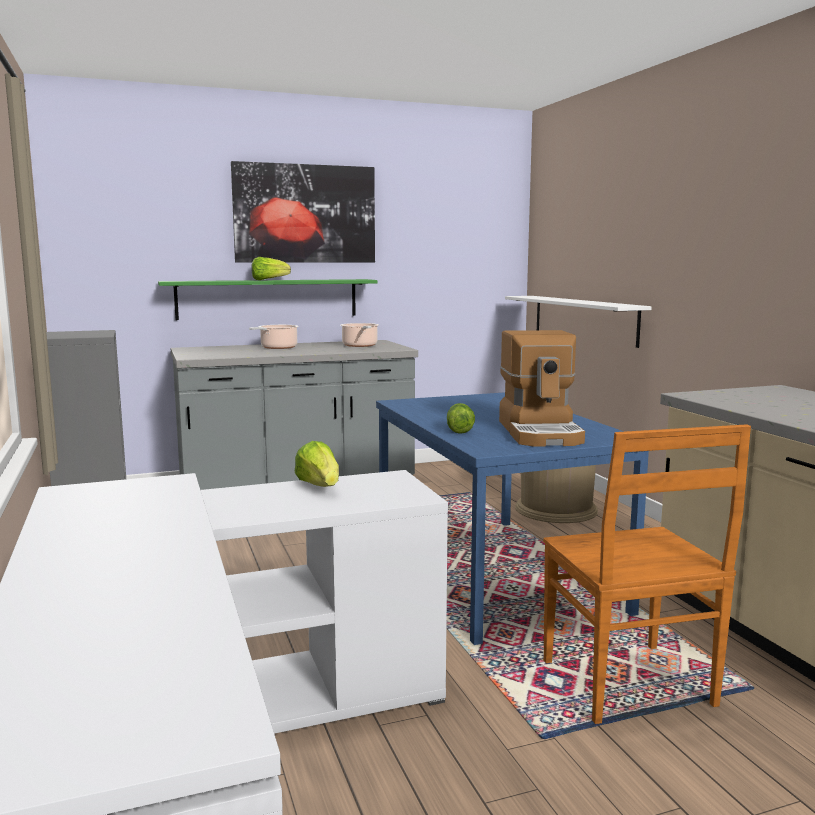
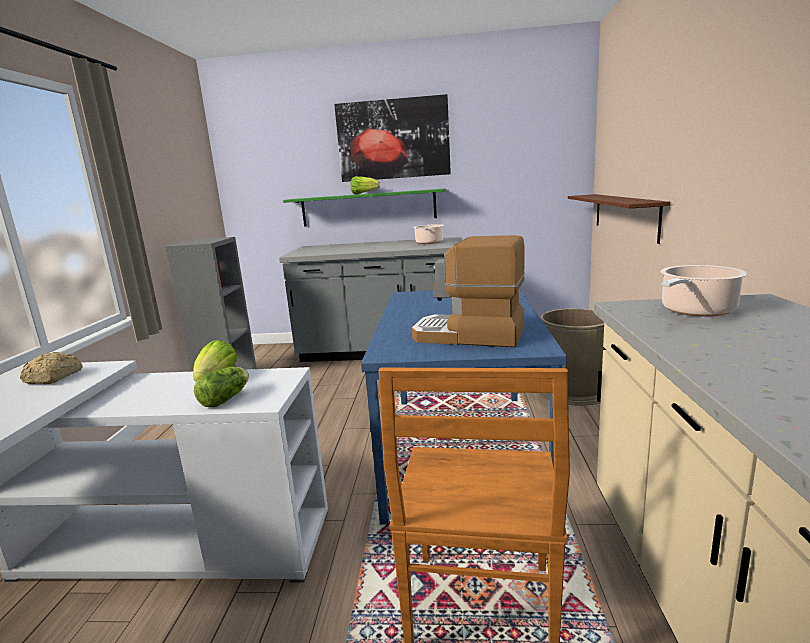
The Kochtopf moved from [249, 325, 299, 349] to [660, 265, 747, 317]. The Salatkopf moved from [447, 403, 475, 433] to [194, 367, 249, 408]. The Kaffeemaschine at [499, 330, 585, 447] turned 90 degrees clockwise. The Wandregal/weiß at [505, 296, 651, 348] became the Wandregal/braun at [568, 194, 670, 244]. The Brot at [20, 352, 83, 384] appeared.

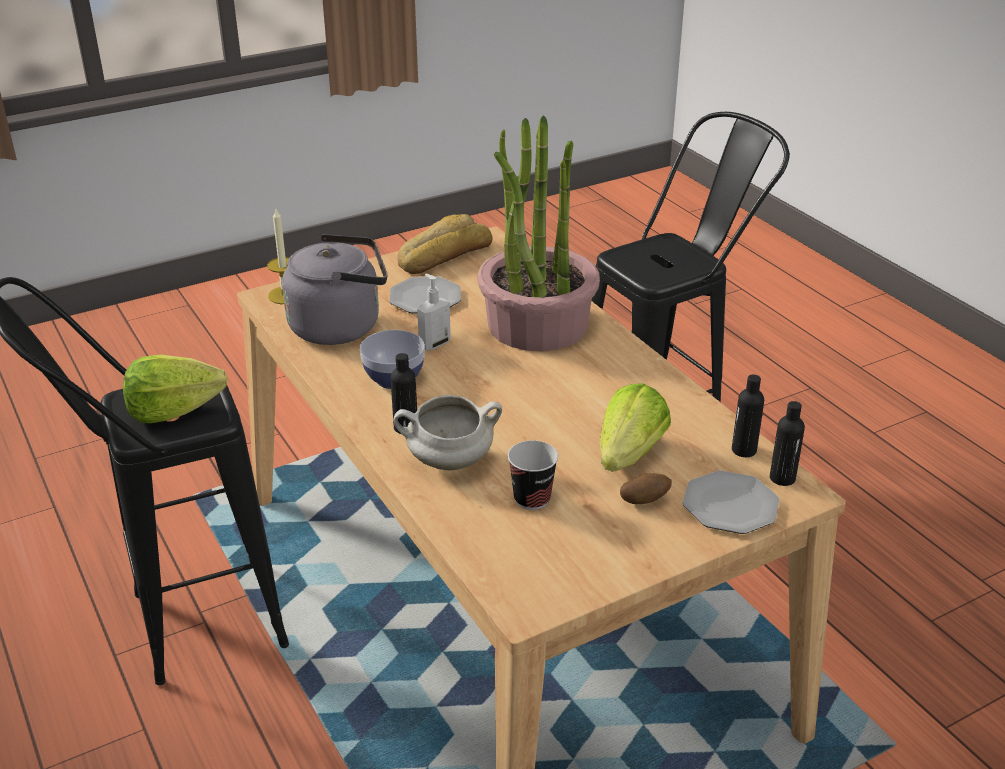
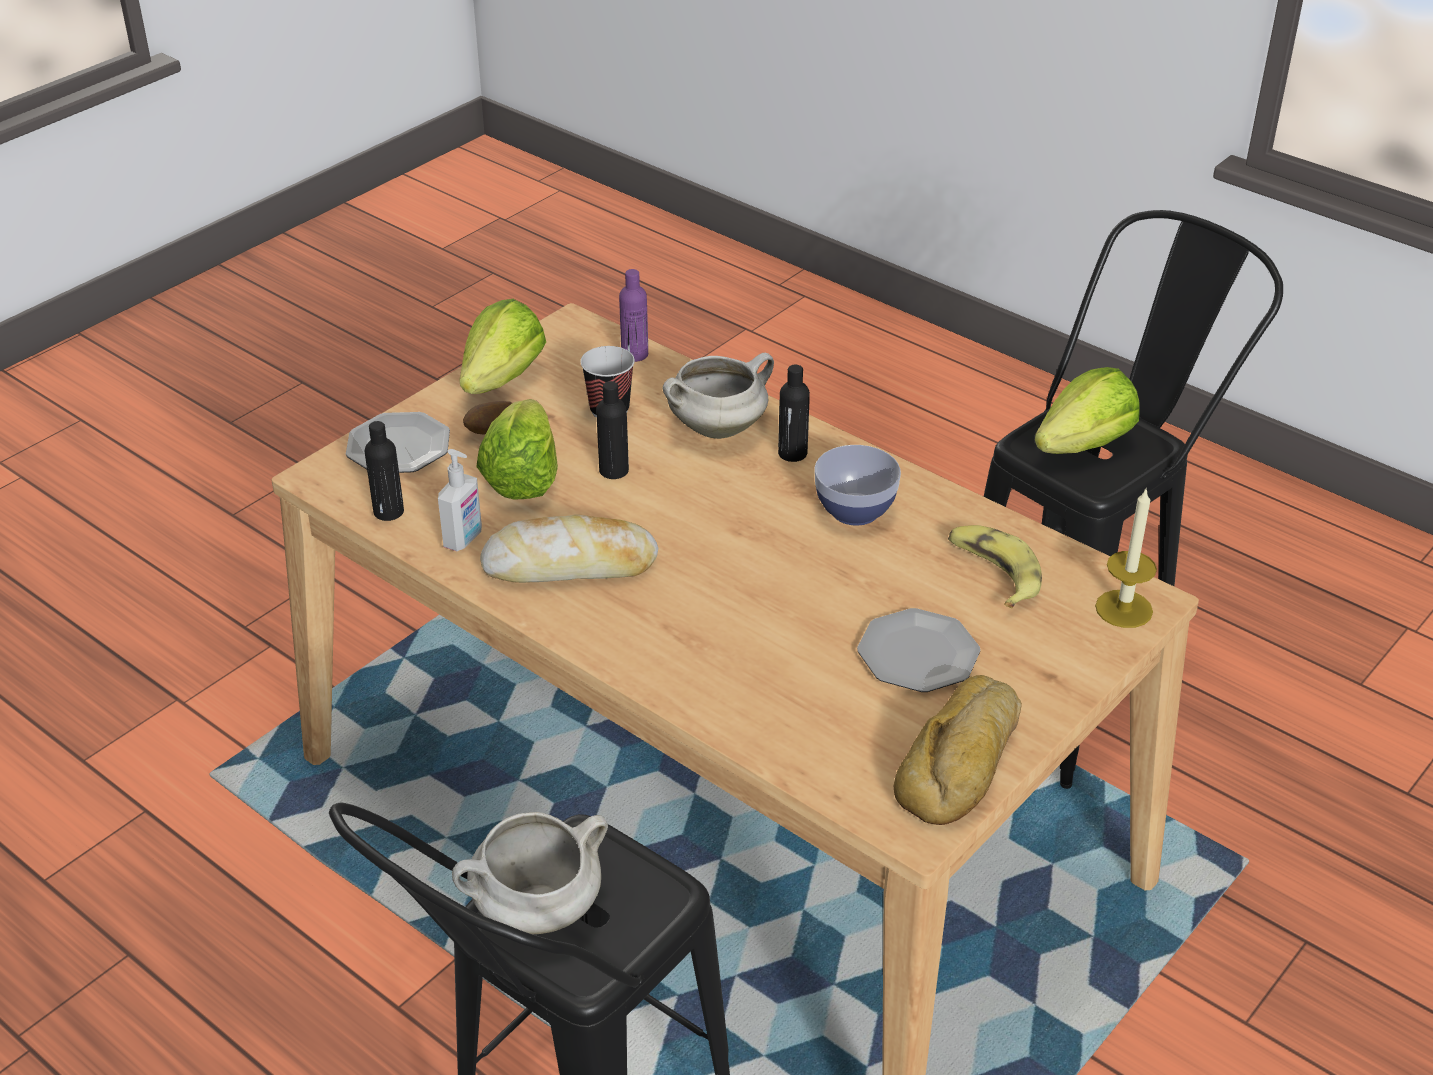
The Wasserkessel/grau at [282, 234, 388, 345] was replaced by the Banane at [948, 525, 1042, 608]. The Seifenspender moved from [417, 274, 451, 350] to [438, 449, 482, 551]. The Topfpflanze at [477, 115, 600, 351] disappeared. The Flasche/schwarz moved from [770, 401, 805, 486] to [596, 381, 629, 479]. The Kochtopf/weiß at [452, 812, 608, 934] appeared. The Salatkopf at [459, 299, 546, 394] appeared. The Brot at [480, 515, 658, 583] appeared. The Flasche/lila at [619, 269, 648, 362] appeared.

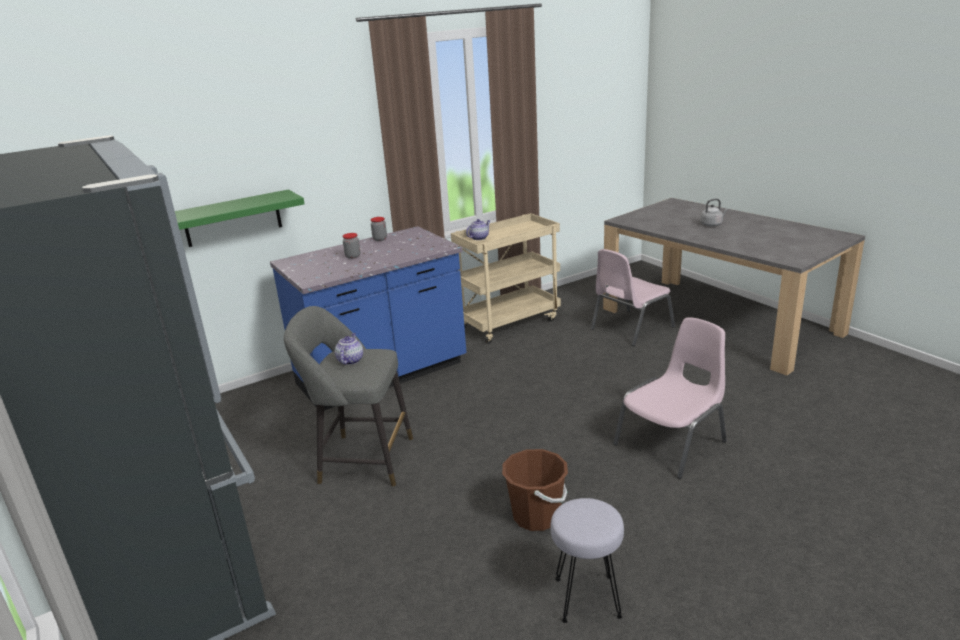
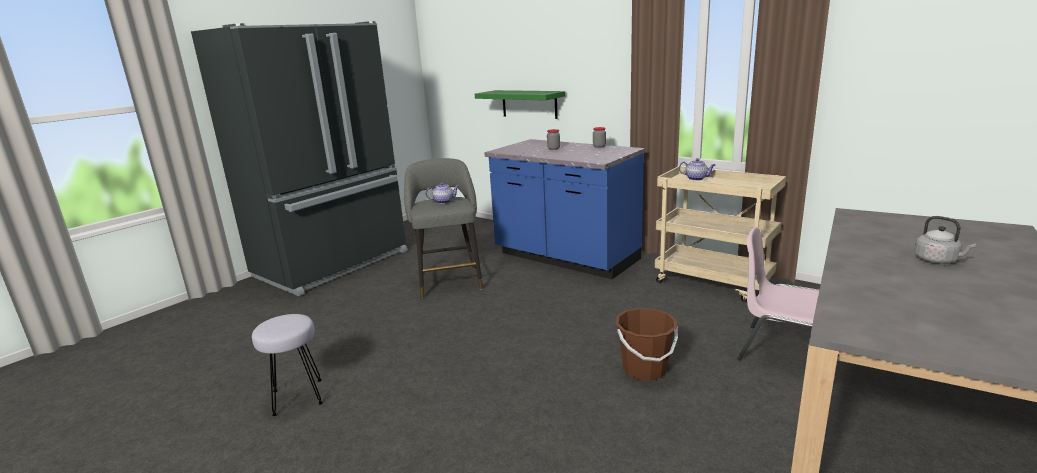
The Eimer/braun moved from [502, 449, 568, 531] to [615, 308, 678, 381]. The Stuhl/rosa at [613, 317, 727, 479] disappeared.

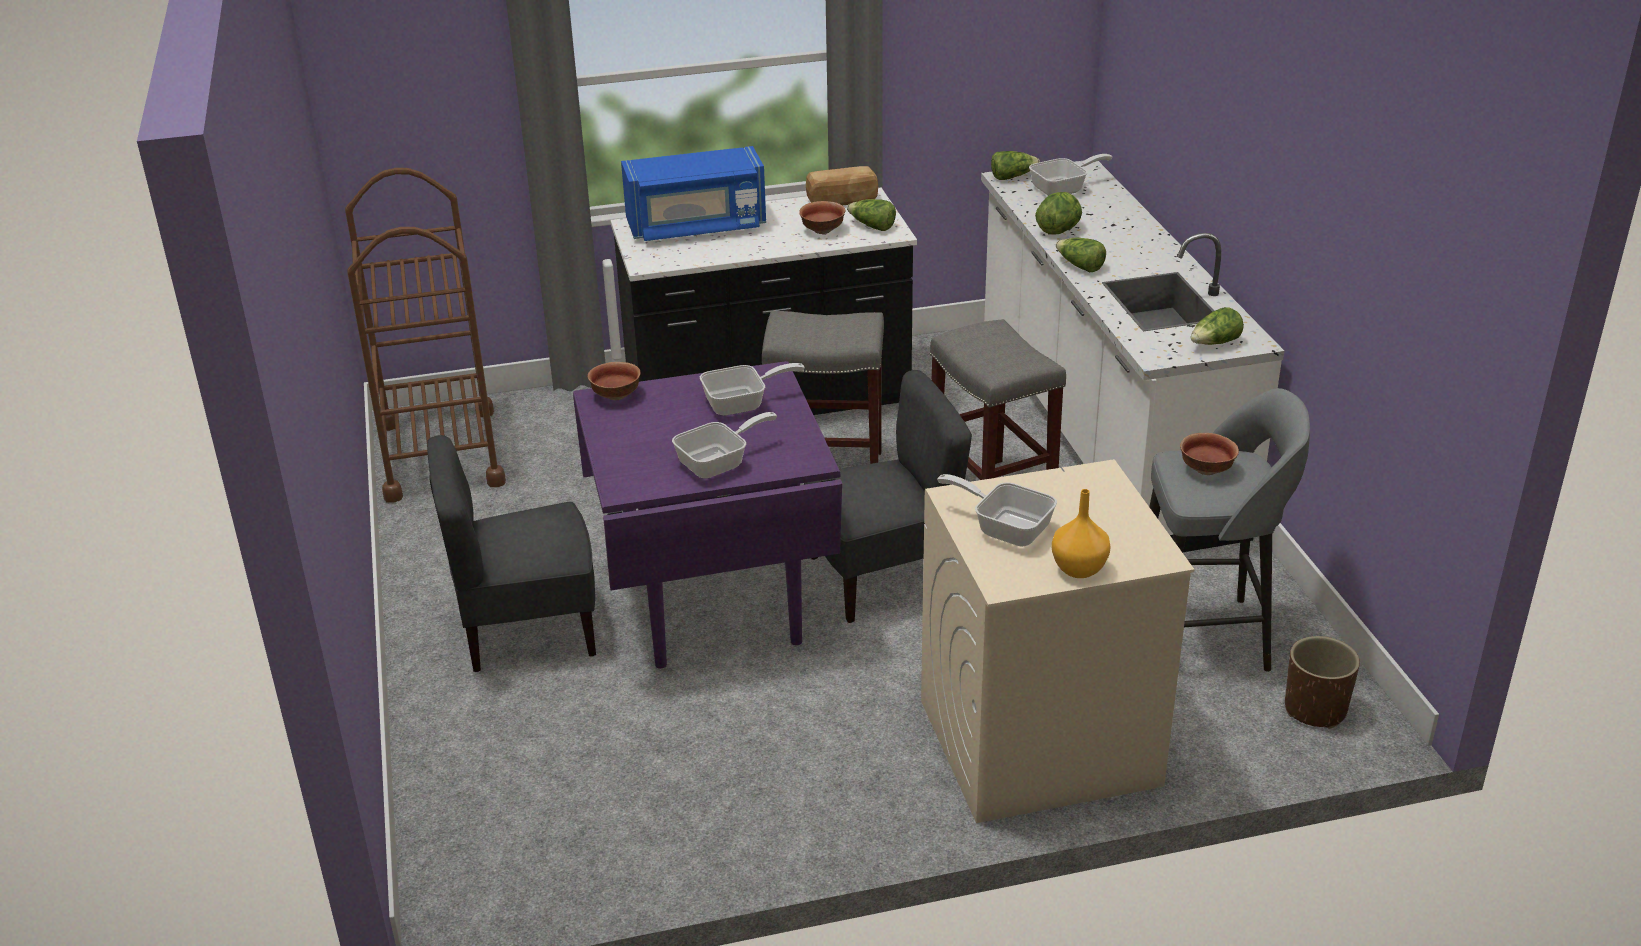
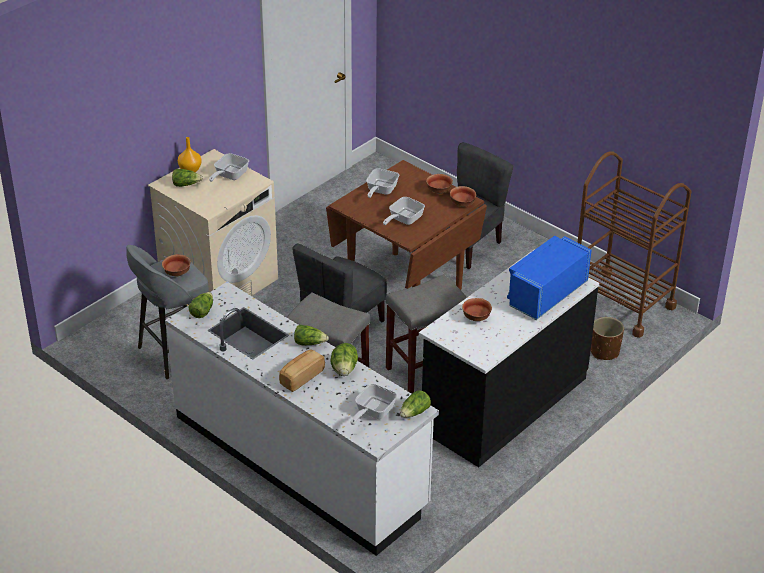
The Esstisch/lila at [573, 361, 842, 669] became the Esstisch/braun at [326, 160, 487, 290]. The Brot moved from [806, 166, 878, 205] to [279, 349, 325, 392]. The Salatkopf moved from [847, 199, 896, 231] to [172, 169, 203, 187]. The Pfanne at [937, 474, 1057, 547] turned 120 degrees clockwise. The Pflanzkübel/braun moved from [1285, 636, 1360, 729] to [591, 317, 624, 360]. The Schüssel at [426, 174, 453, 194] appeared.

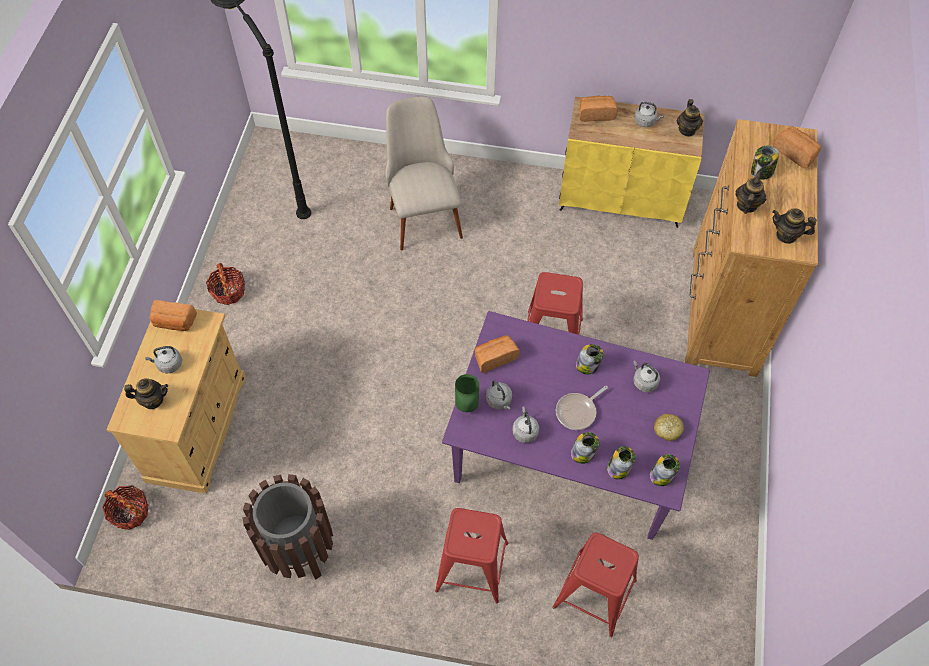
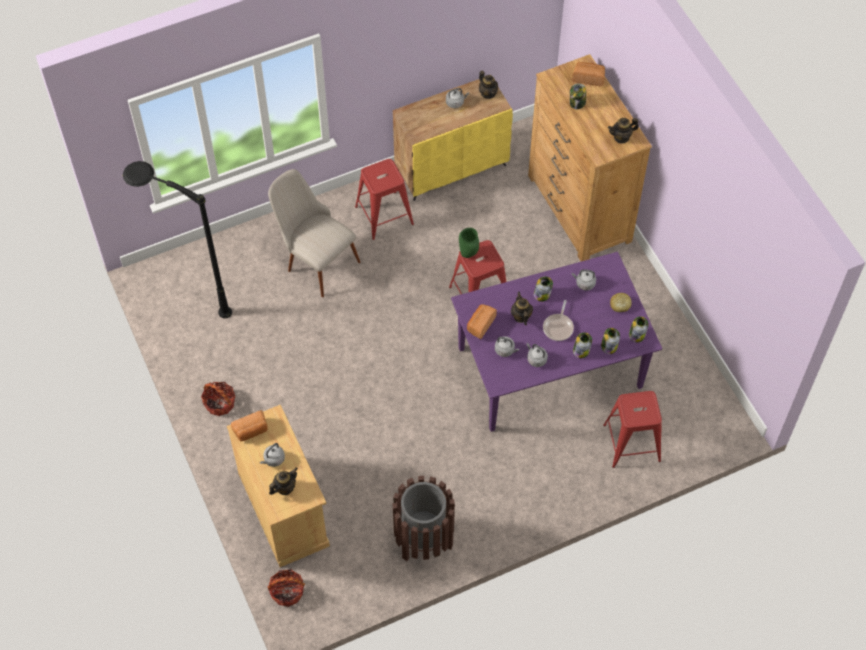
The Hocker/rot moved from [435, 508, 508, 603] to [355, 159, 414, 240]. The Vase/grün moved from [455, 374, 479, 412] to [459, 228, 479, 258]. The Brot at [580, 96, 618, 122] disappeared. The Teekanne moved from [735, 171, 766, 214] to [511, 292, 533, 325].

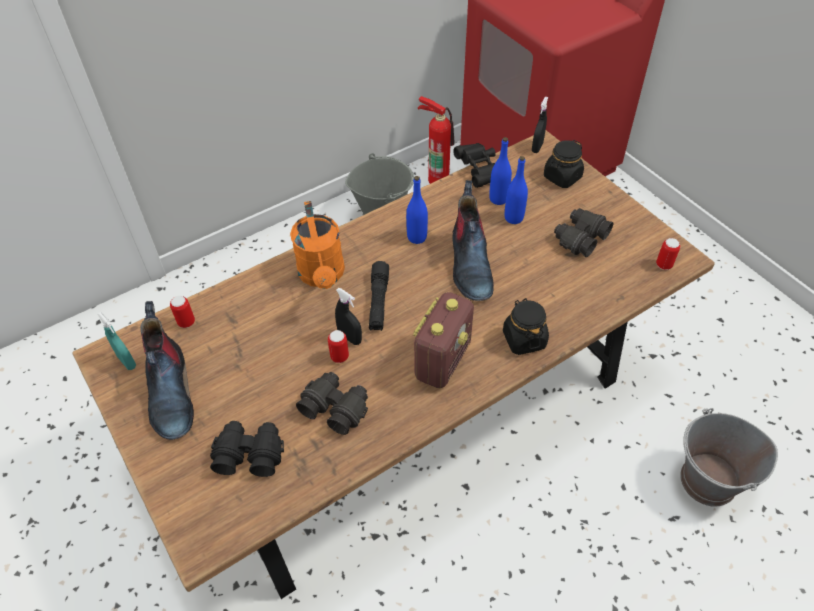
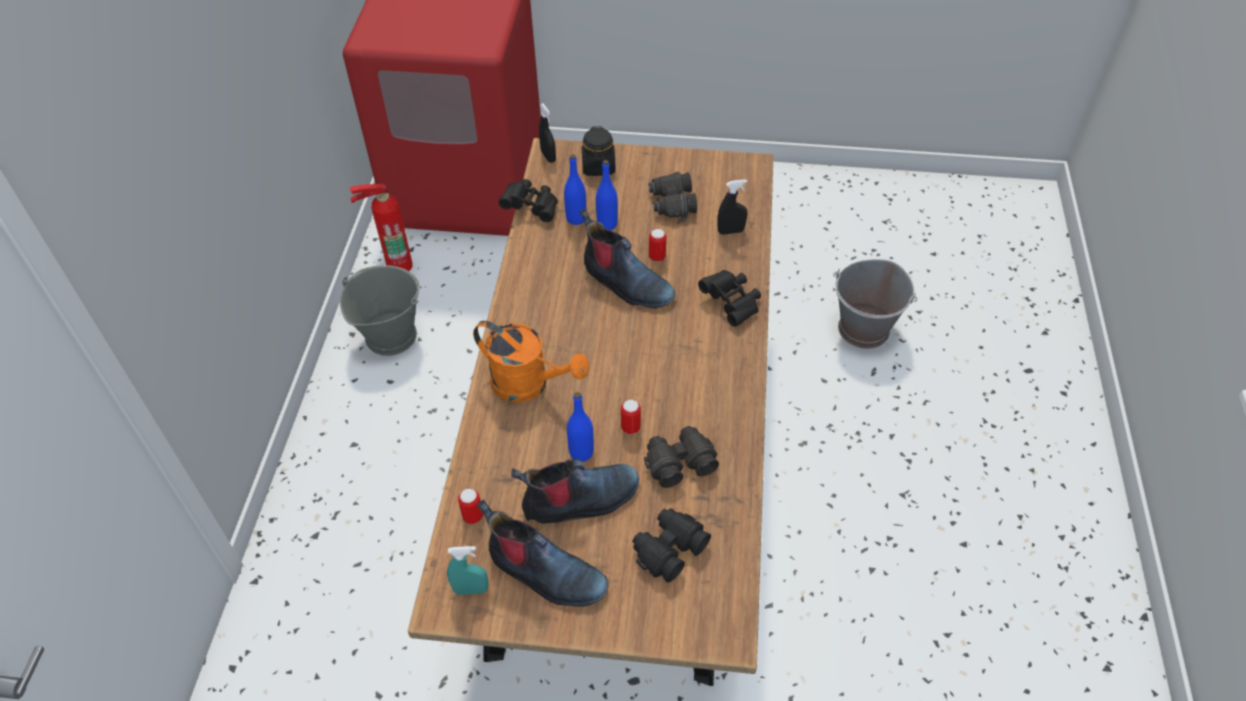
The Sprühflasche/schwarz moved from [335, 288, 362, 345] to [717, 179, 748, 235]. The Taschenlampe/schwarz at [369, 261, 389, 331] disappeared. The Flasche/blau moved from [406, 176, 428, 244] to [567, 392, 594, 462]. The Radio at [413, 292, 474, 388] disappeared. The Vorratsglas/schwarz at [503, 298, 549, 355] was replaced by the Fernglas/schwarz at [698, 270, 761, 327]. The Dose moved from [656, 238, 680, 270] to [649, 229, 666, 262]. The Stiefel at [511, 459, 639, 524] appeared.

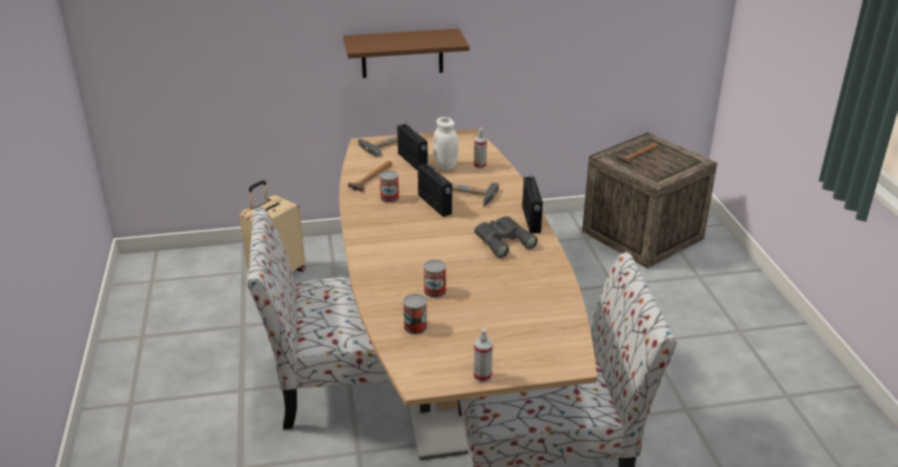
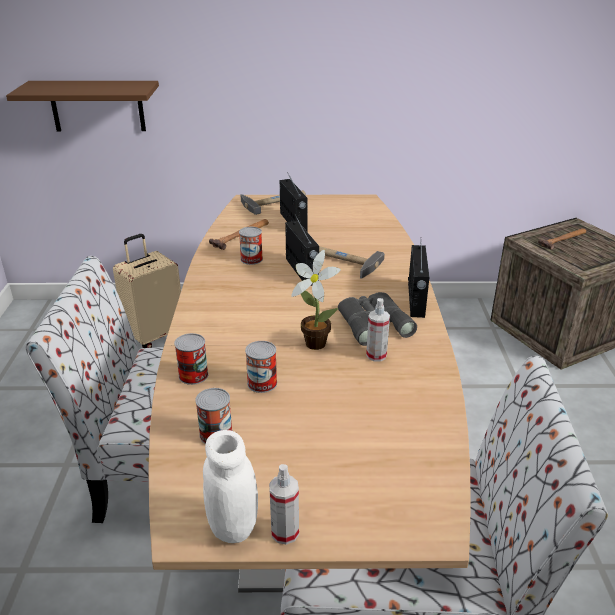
The Wandregal/braun moved from [343, 28, 469, 78] to [6, 81, 159, 131]. The Vorratsglas/weiß moved from [433, 117, 459, 170] to [203, 430, 258, 543]. The Sprühflasche moved from [474, 128, 487, 169] to [366, 298, 390, 361]. The Dose at [174, 333, 208, 385] appeared. The Topfpflanze at [291, 250, 341, 350] appeared.

